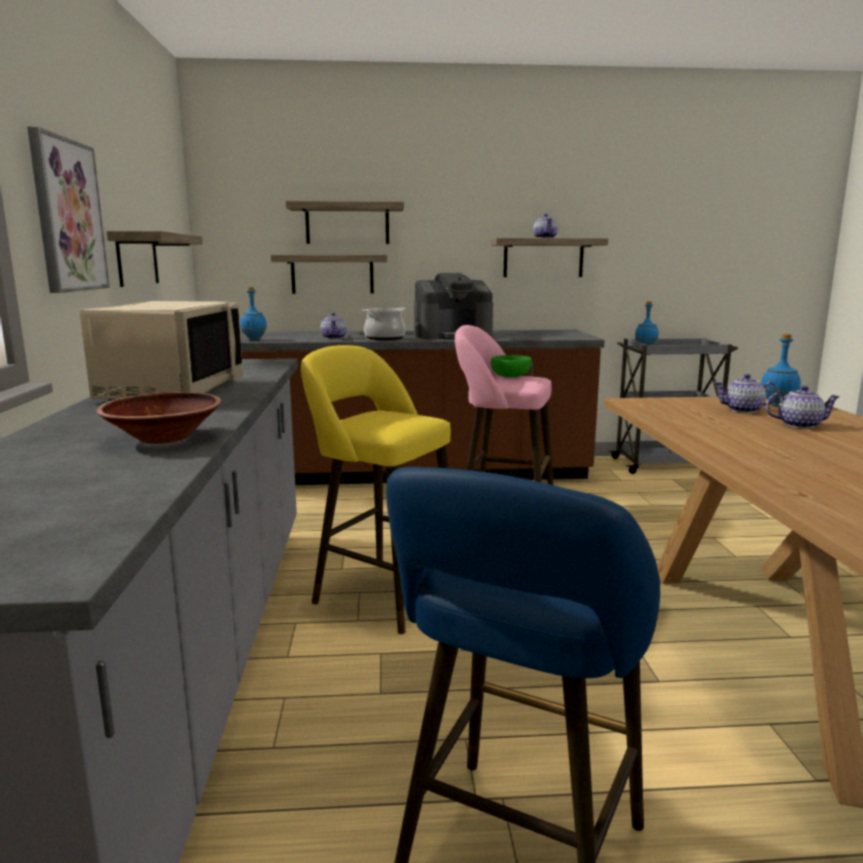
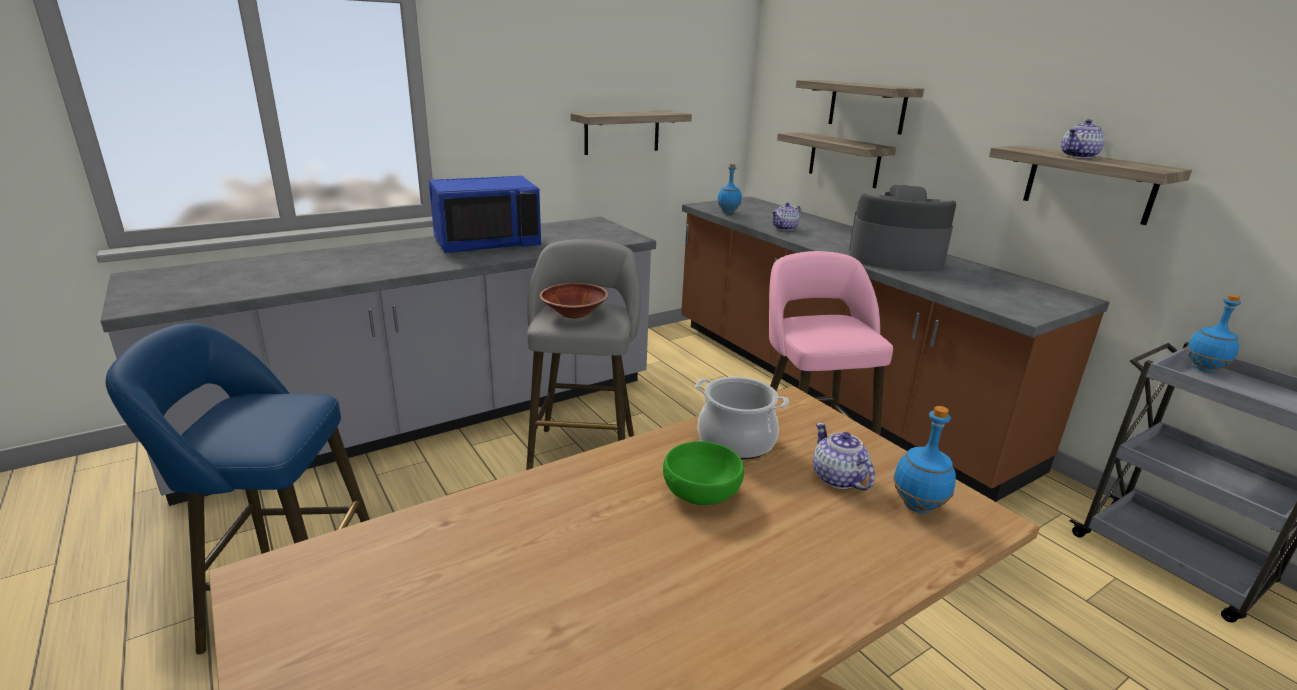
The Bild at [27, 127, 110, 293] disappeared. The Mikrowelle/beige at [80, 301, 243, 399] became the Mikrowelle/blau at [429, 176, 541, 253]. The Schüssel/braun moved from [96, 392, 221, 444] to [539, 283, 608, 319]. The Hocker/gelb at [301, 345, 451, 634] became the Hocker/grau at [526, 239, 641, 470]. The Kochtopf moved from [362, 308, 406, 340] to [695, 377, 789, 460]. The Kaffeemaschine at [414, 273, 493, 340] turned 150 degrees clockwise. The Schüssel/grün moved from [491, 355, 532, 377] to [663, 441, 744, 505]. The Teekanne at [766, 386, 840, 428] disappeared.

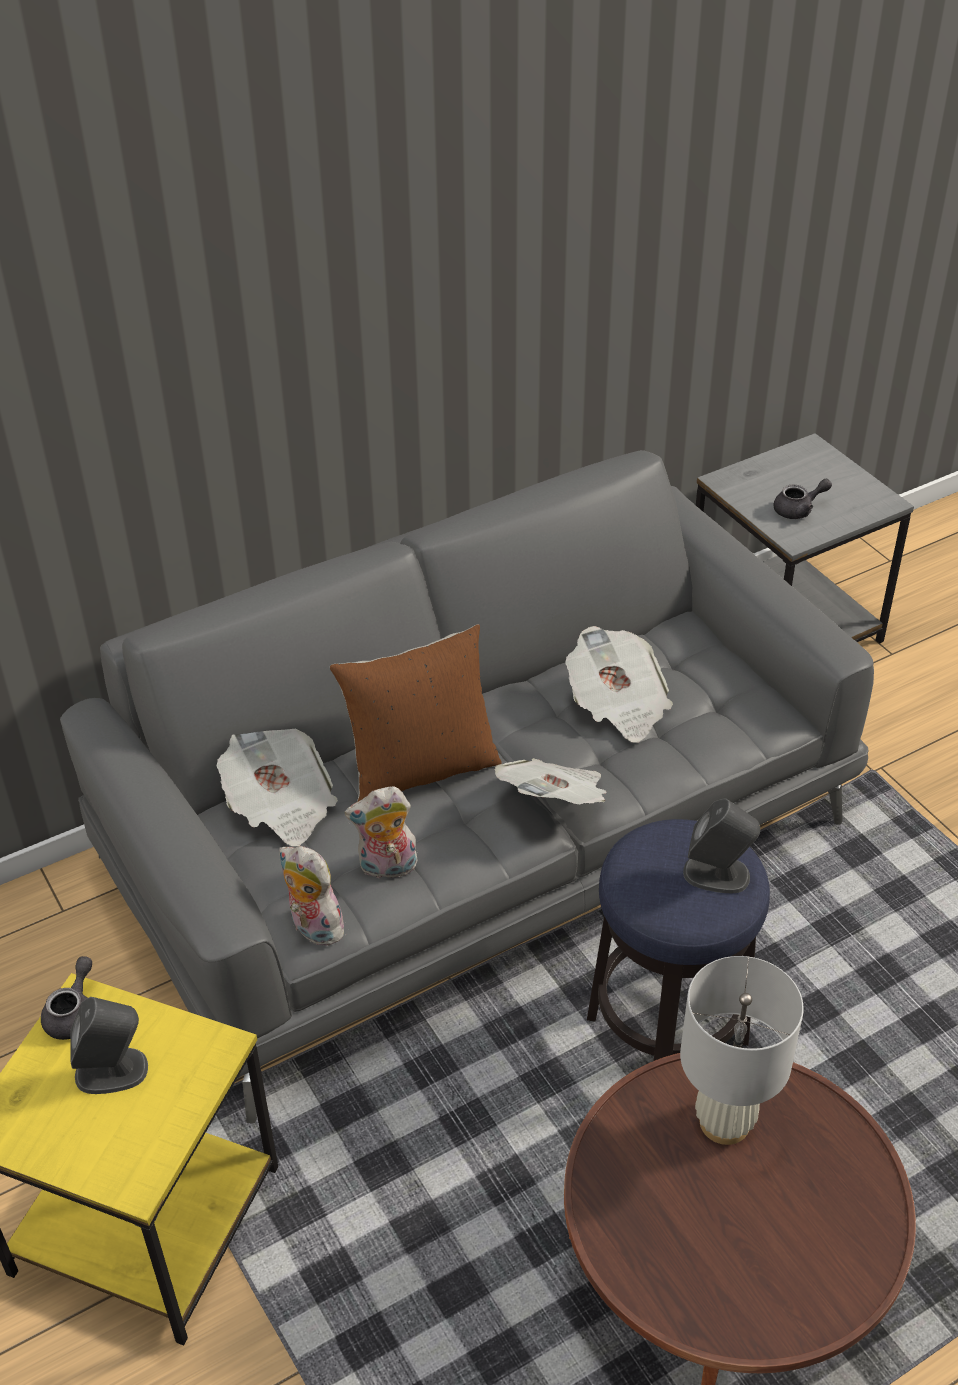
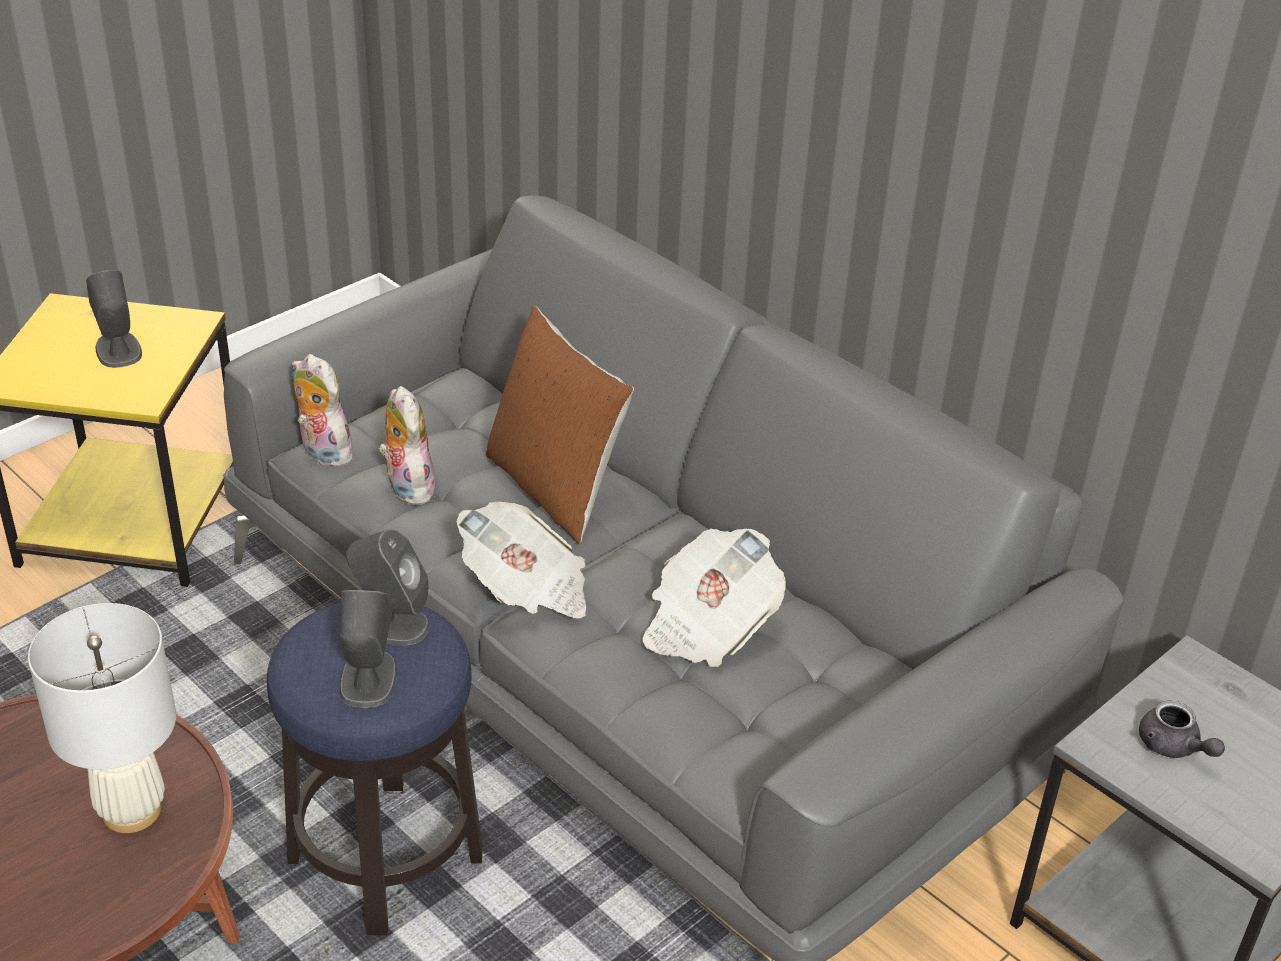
The Teekanne/grau at [41, 956, 92, 1040] disappeared. The Zeitung at [217, 729, 338, 846] disappeared. The Plüschtier at [279, 846, 351, 946] turned 75 degrees counterclockwise. The Lautsprecher/grau at [346, 529, 430, 645] appeared.

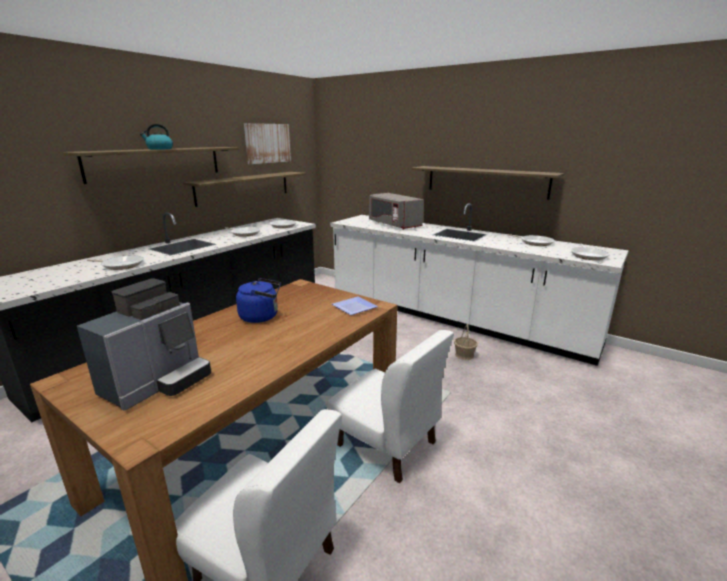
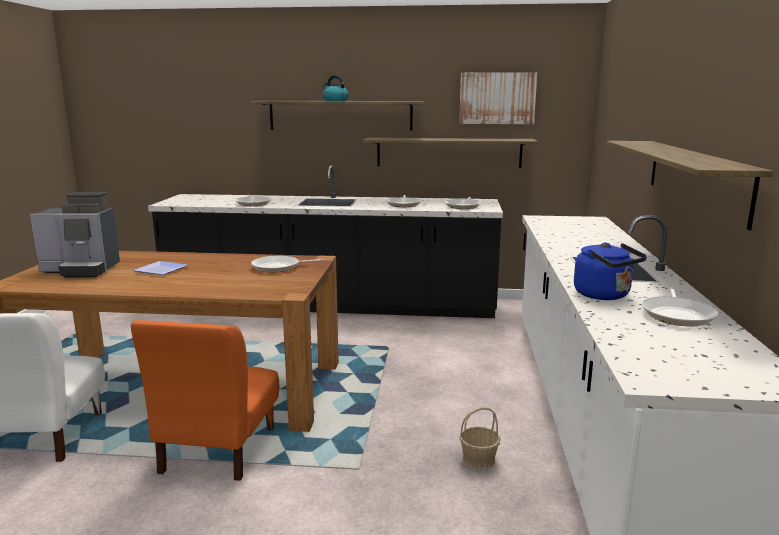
The Wasserkessel/blau moved from [236, 278, 281, 323] to [574, 242, 647, 300]. The Stuhl/weiß at [327, 330, 454, 483] became the Stuhl/orange at [131, 320, 280, 481]. The Teller moved from [332, 296, 378, 315] to [133, 261, 188, 275]. The Mikrowelle/grau at [369, 193, 424, 230] disappeared. The Pfanne moved from [571, 244, 610, 260] to [251, 255, 325, 273].

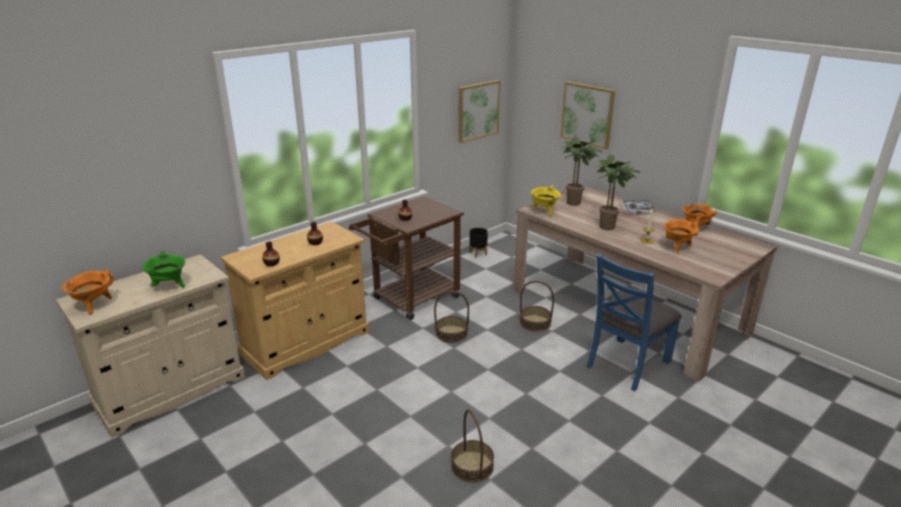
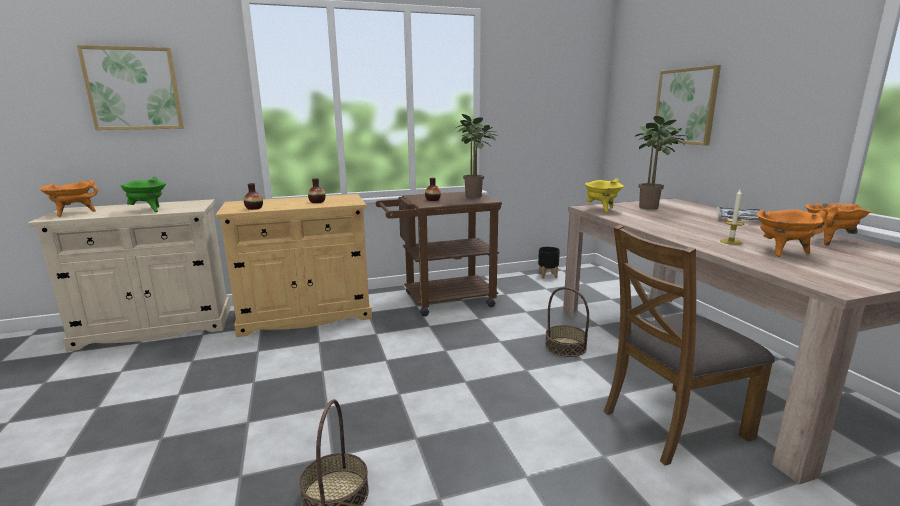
The Korb at [434, 291, 469, 343] disappeared. The Bild moved from [459, 80, 501, 143] to [77, 45, 184, 130]. The Stuhl/blau at [586, 253, 681, 391] became the Stuhl/braun at [603, 225, 775, 466]. The Topfpflanze moved from [595, 155, 641, 230] to [456, 114, 497, 198].

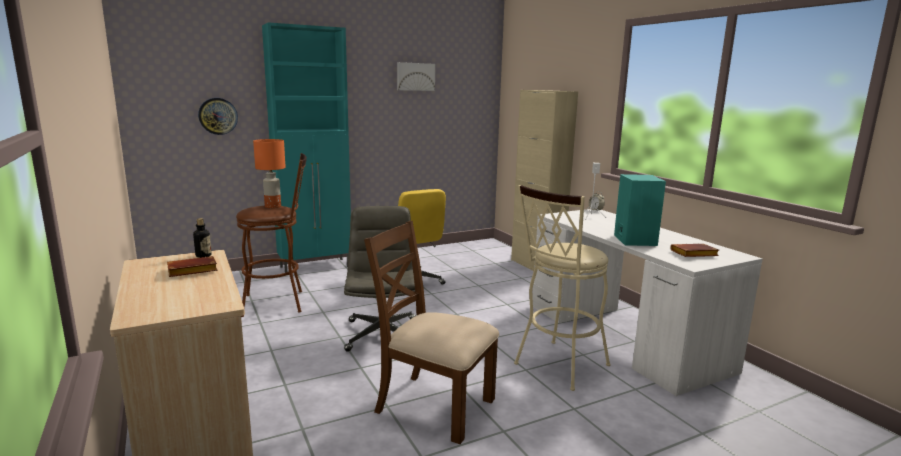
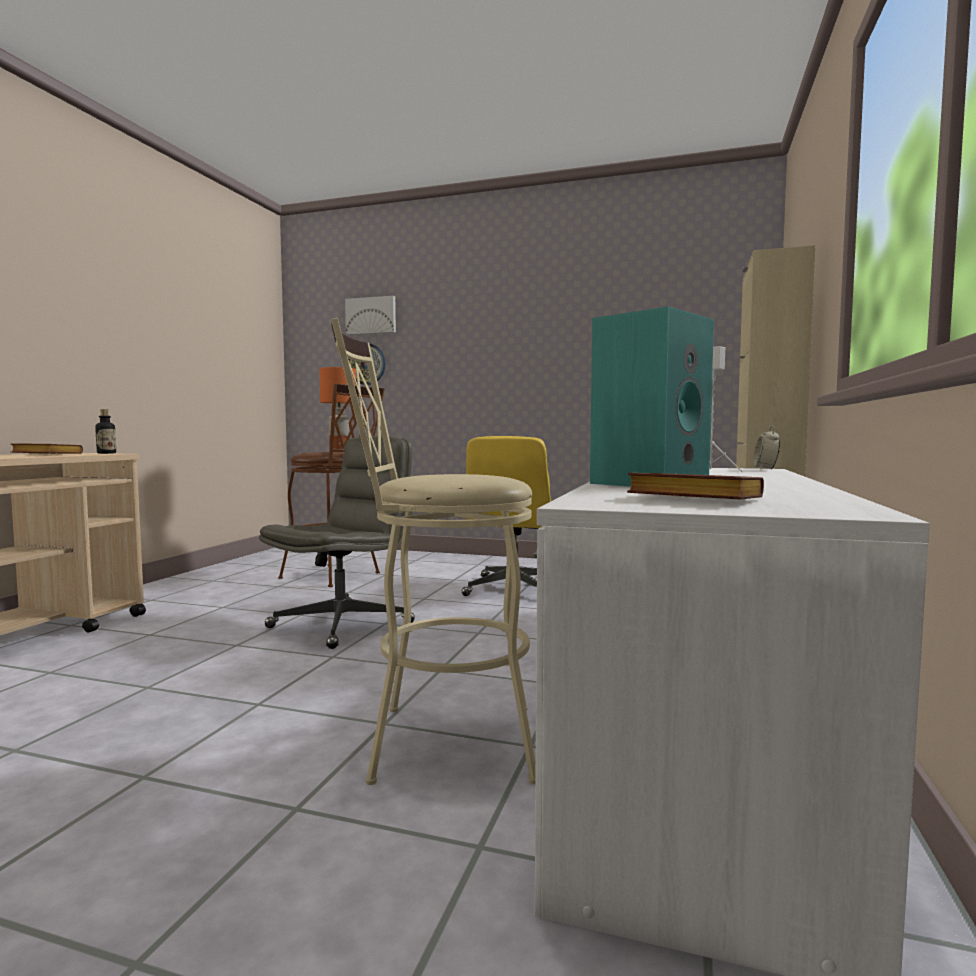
The Schrank/türkis at [262, 23, 351, 276] disappeared. The Stuhl/braun at [364, 220, 499, 444] disappeared. The Bild moved from [397, 62, 435, 91] to [345, 296, 396, 335].

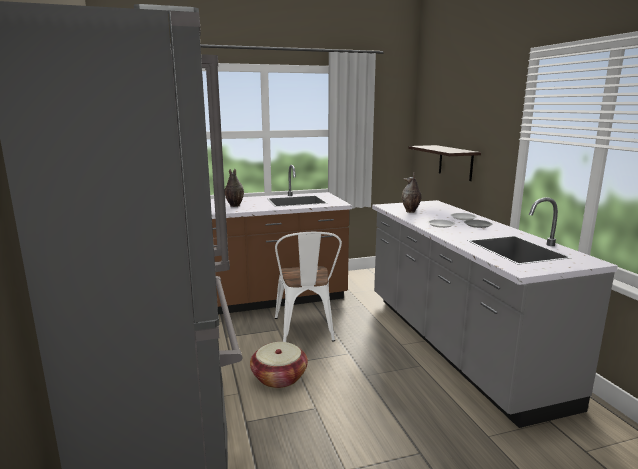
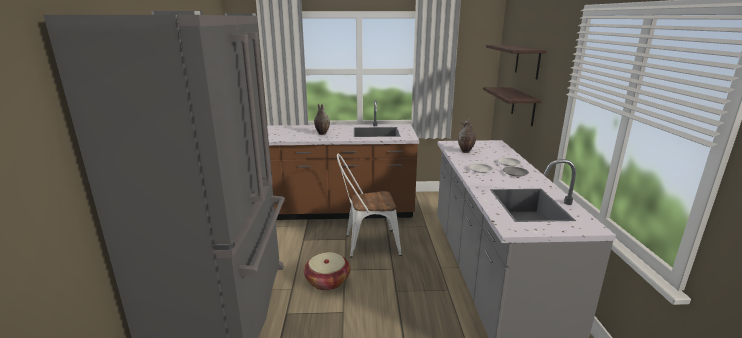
The Stuhl/weiß at [275, 232, 342, 342] turned 75 degrees clockwise. The Wandregal at [486, 45, 547, 79] appeared.

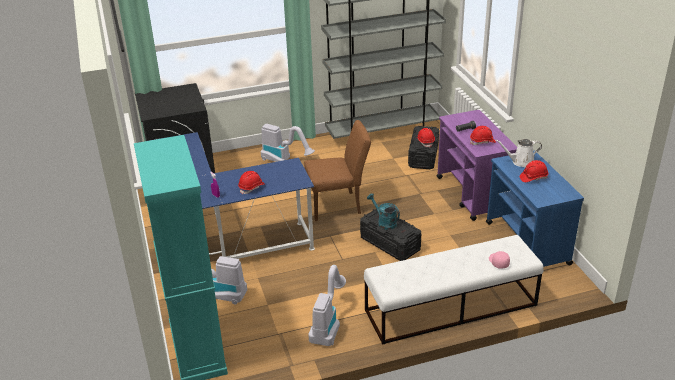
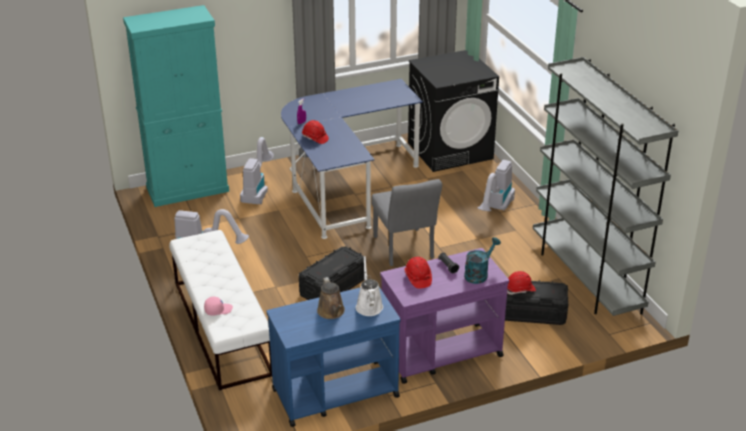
The Stuhl/braun at [304, 120, 371, 221] became the Stuhl/grau at [371, 179, 442, 266]. The Gießkanne/türkis moved from [367, 193, 400, 230] to [464, 237, 501, 284]. The Schutzhelm/rot at [520, 160, 548, 182] was replaced by the Gießkanne/braun at [317, 277, 345, 319].

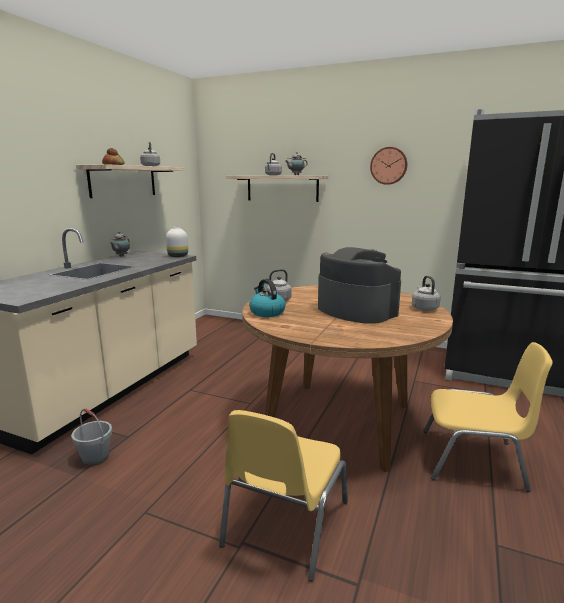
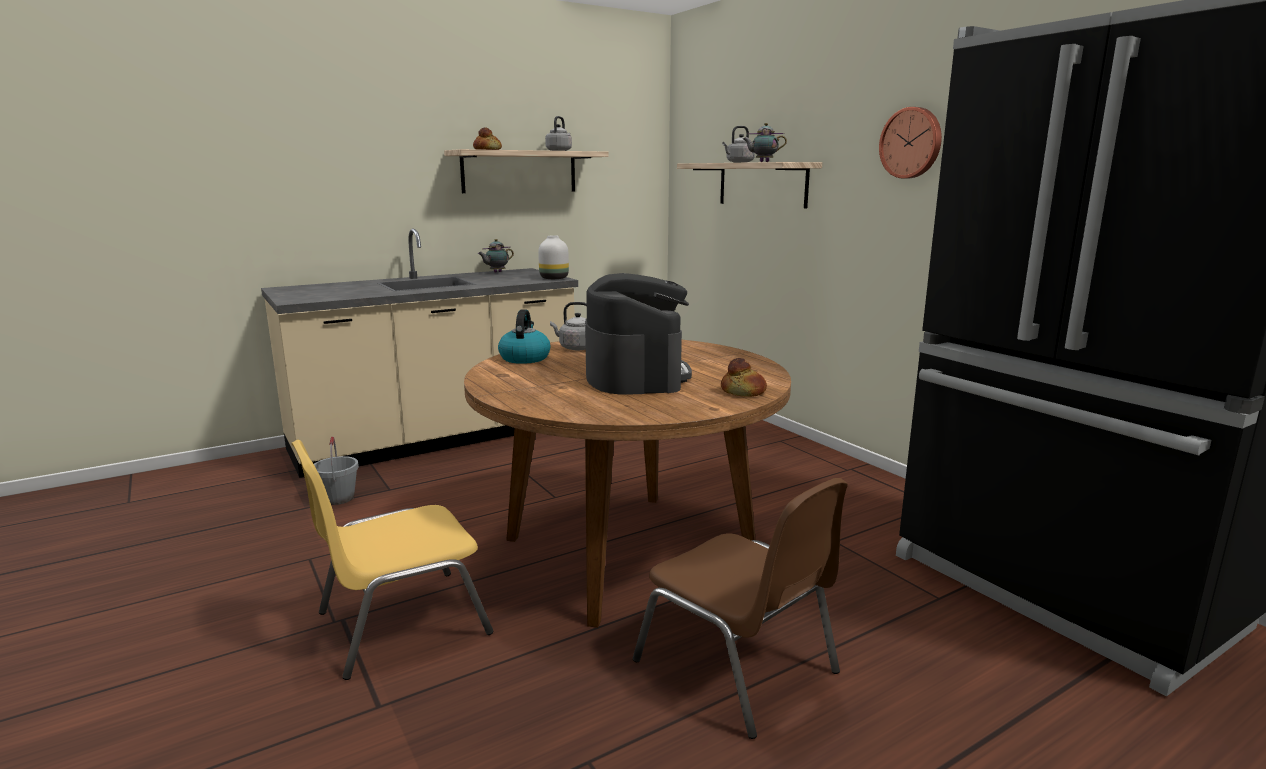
The Wasserkessel/grau at [412, 276, 441, 311] was replaced by the Brot at [721, 358, 767, 397]. The Stuhl/gelb at [424, 342, 553, 492] became the Stuhl/braun at [633, 478, 848, 739].

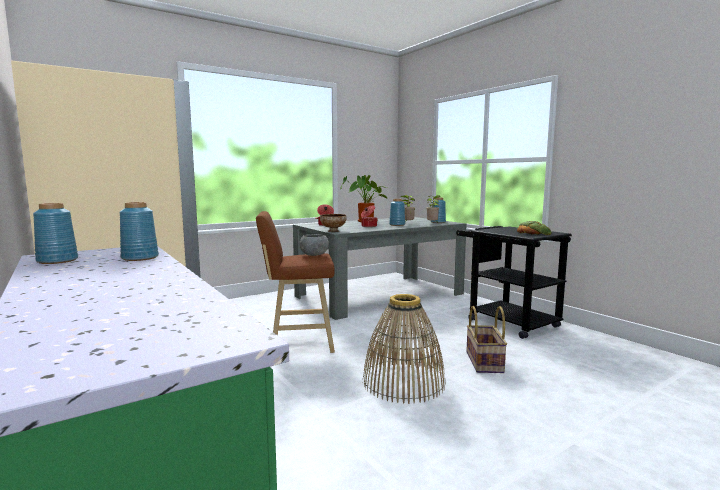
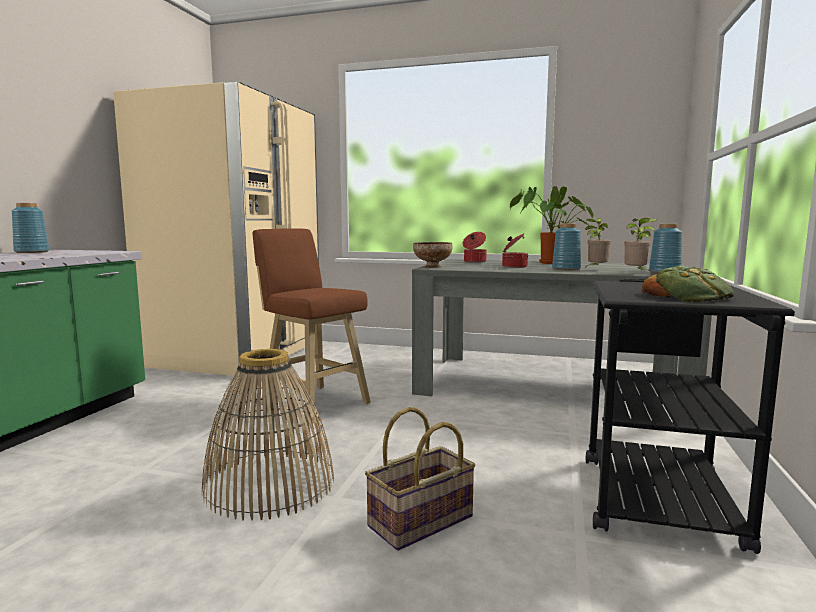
The Vase/blau at [120, 202, 159, 261] disappeared. The Schüssel/grau at [300, 234, 329, 256] disappeared.

